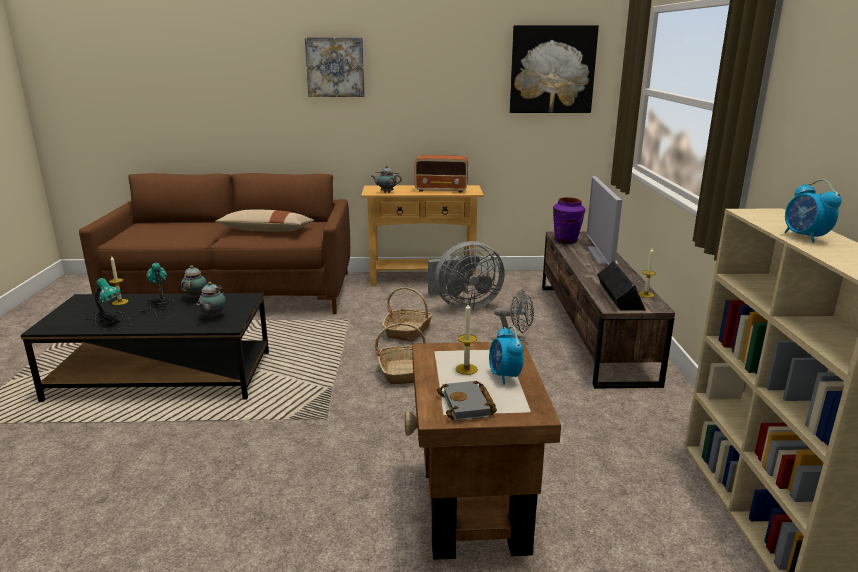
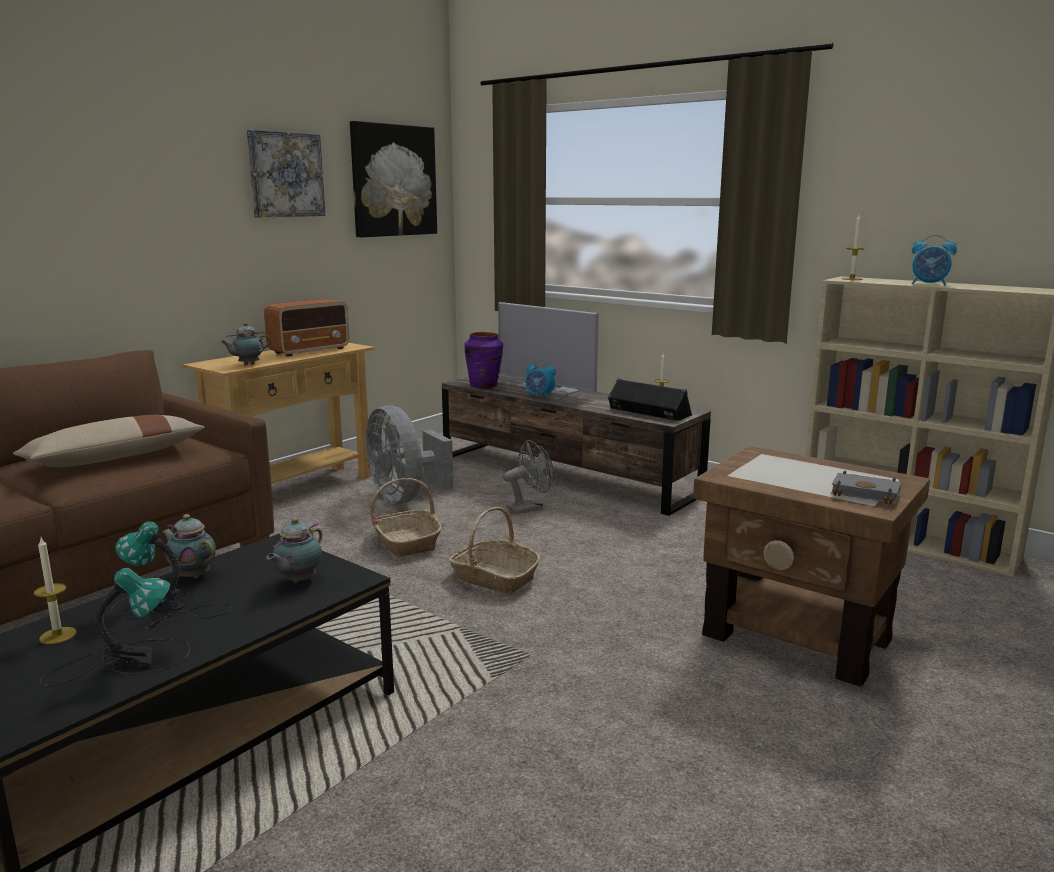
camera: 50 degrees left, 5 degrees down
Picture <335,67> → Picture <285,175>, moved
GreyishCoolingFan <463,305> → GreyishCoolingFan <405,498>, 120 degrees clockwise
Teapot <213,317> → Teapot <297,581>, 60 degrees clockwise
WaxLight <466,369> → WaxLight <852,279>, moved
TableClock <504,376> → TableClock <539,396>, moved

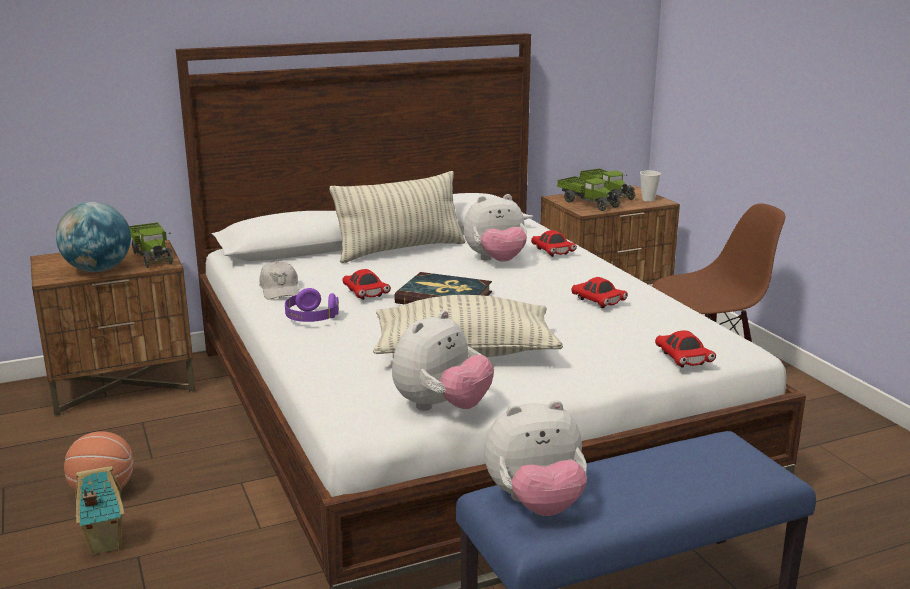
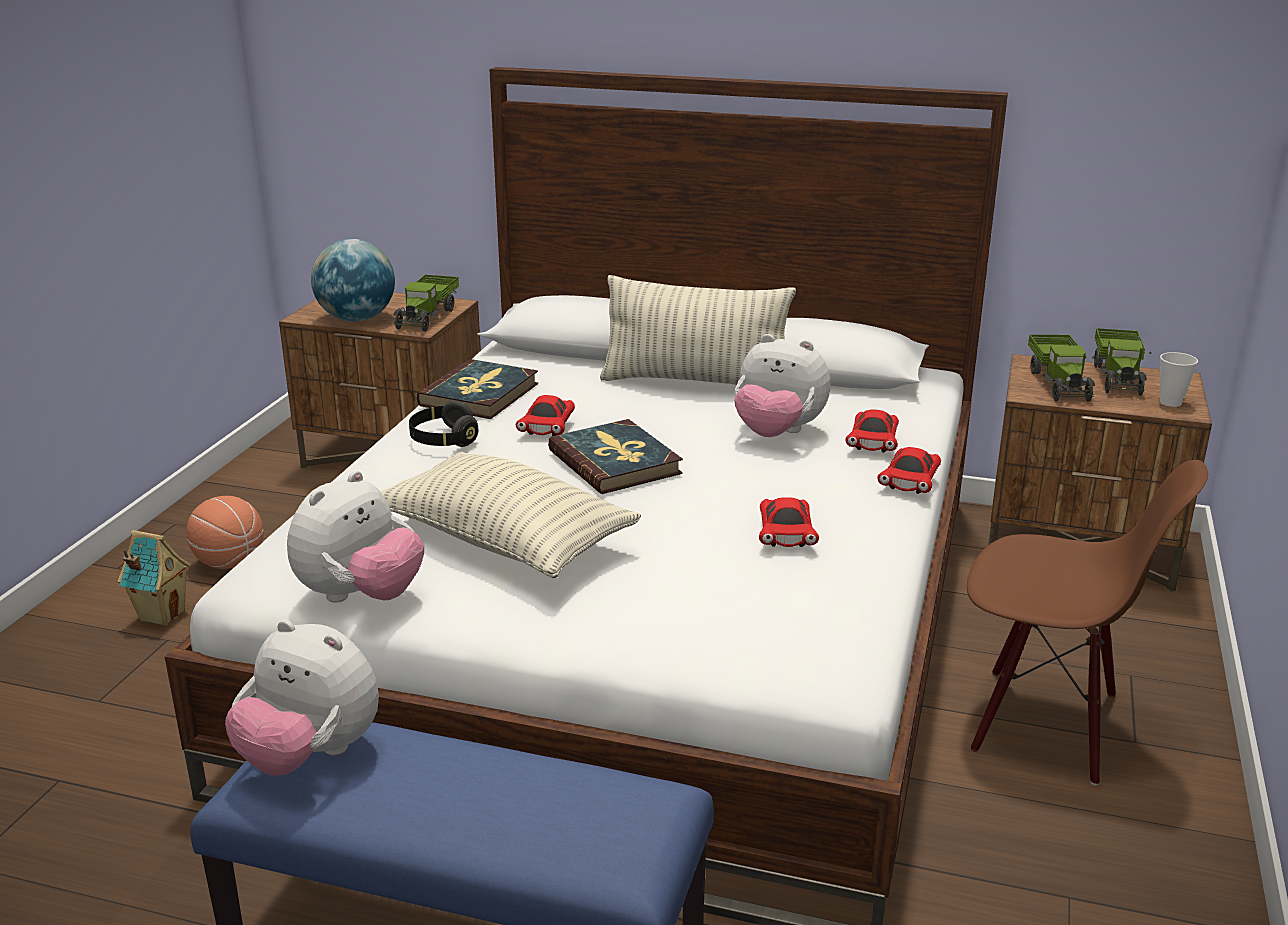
camera: 40 degrees right, 5 degrees up
WhitishBaseballCap <280,290> → Volume <480,394>
PurpleColouredHeadset <311,318> → BlackishHeadset <443,440>
CuddlyToy <441,407> → CuddlyToy <360,596>, 45 degrees counterclockwise
ReddishModelCar <682,359> → ReddishModelCar <910,483>, moved

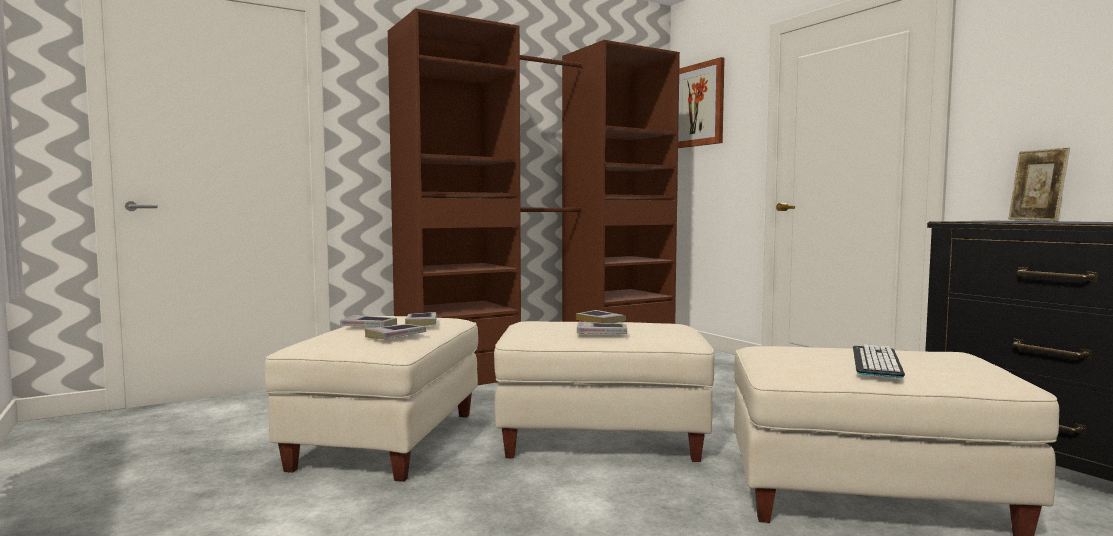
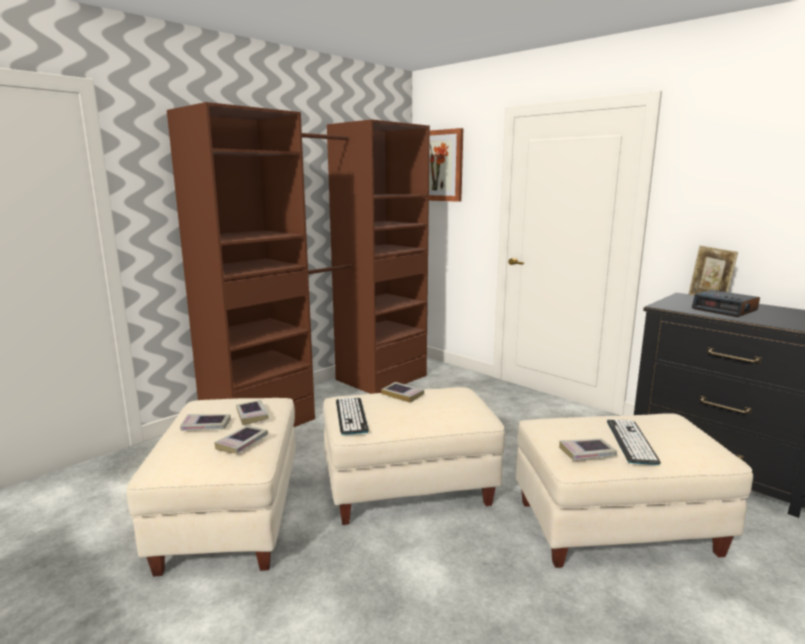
camera: 15 degrees left, 10 degrees up
Volume <601,333> → Volume <587,453>, moved
- → TableClock <725,310>
- → ComputerKeyboard <351,416>

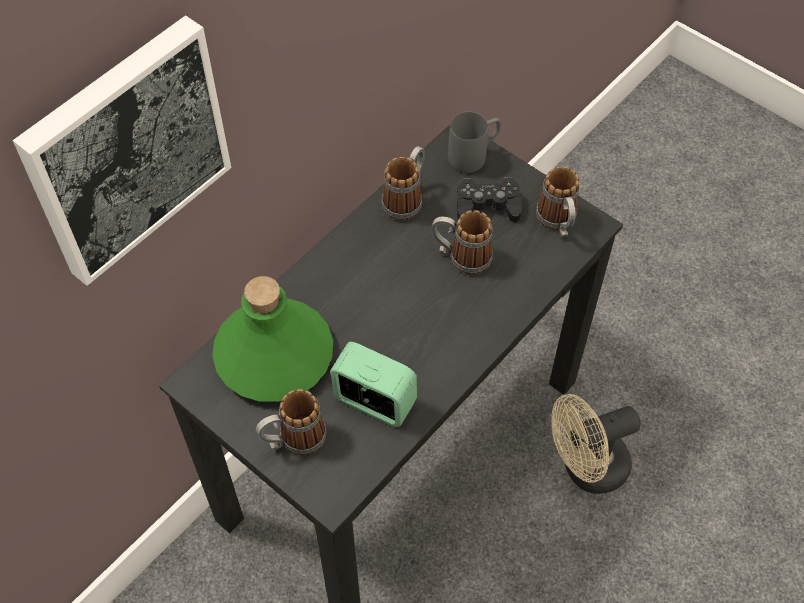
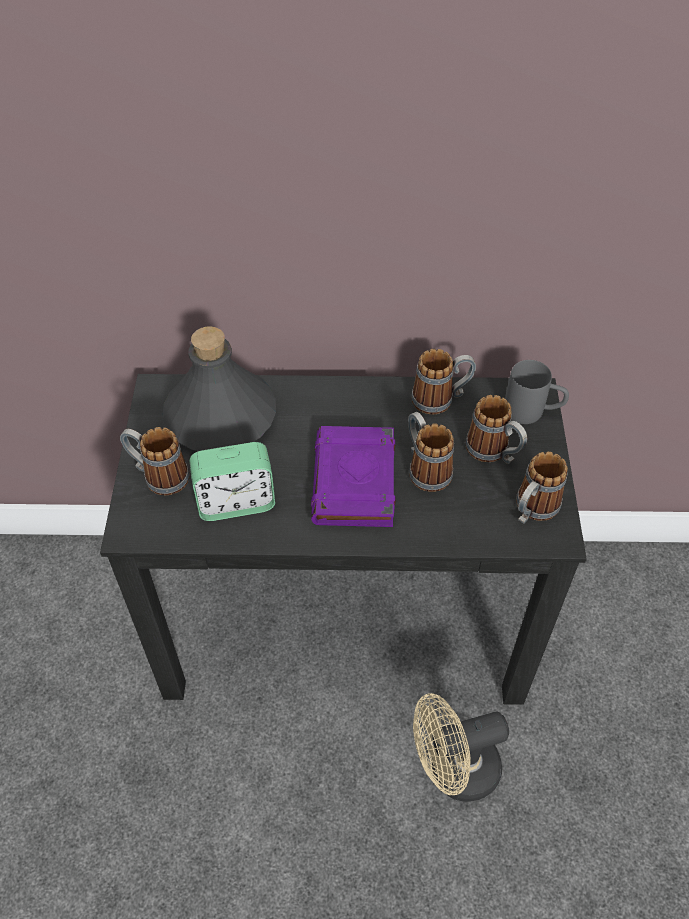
camera: 50 degrees right, 5 degrees down
Picture <126,149> → -
BlackishJoypad <487,206> → TeaMug <493,452>
GreenishDrinkBottle <274,355> → GreyishDrinkBottle <220,417>
TableClock <374,402> → TableClock <236,502>, 90 degrees clockwise
BeigeCoolingFan <586,468> → BeigeCoolingFan <453,771>, 45 degrees counterclockwise
- → PurpleColouredVolume <355,482>

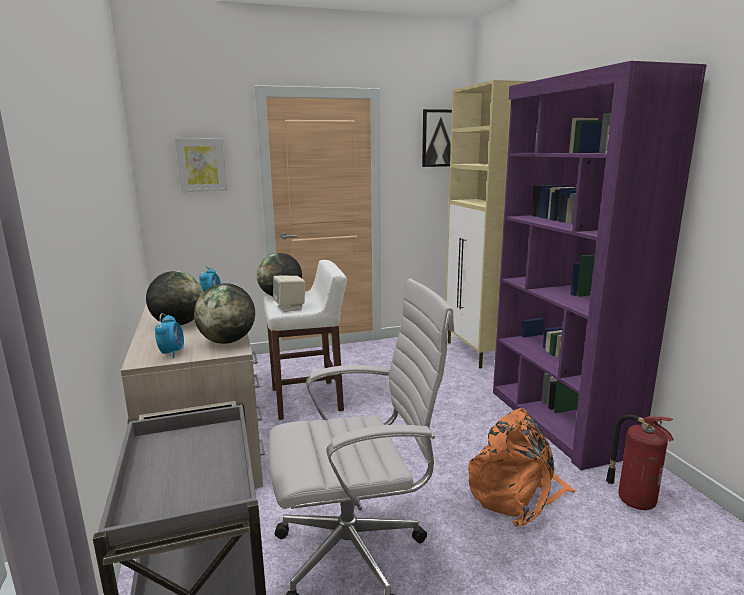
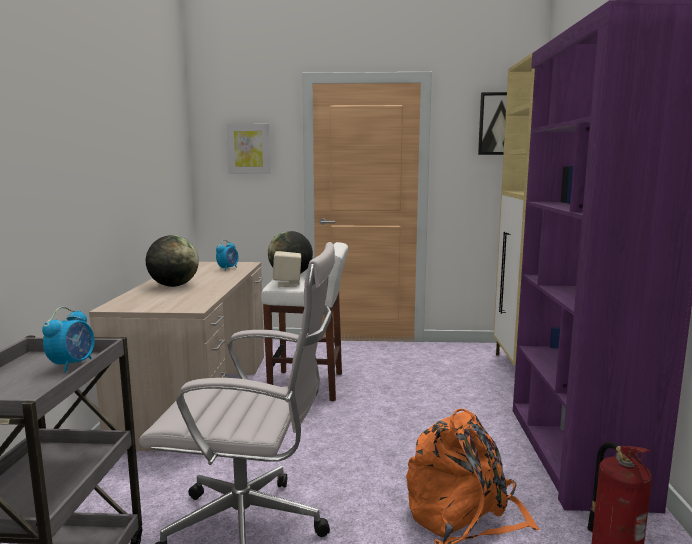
camera: 20 degrees right, 5 degrees down
Globe <227,341> → -
TableClock <172,353> → TableClock <73,364>, moved

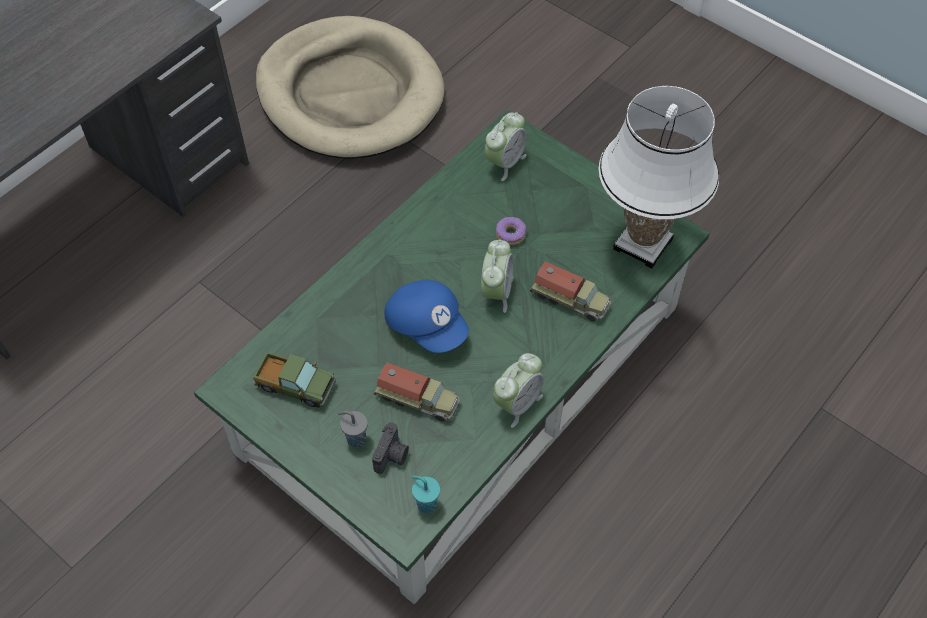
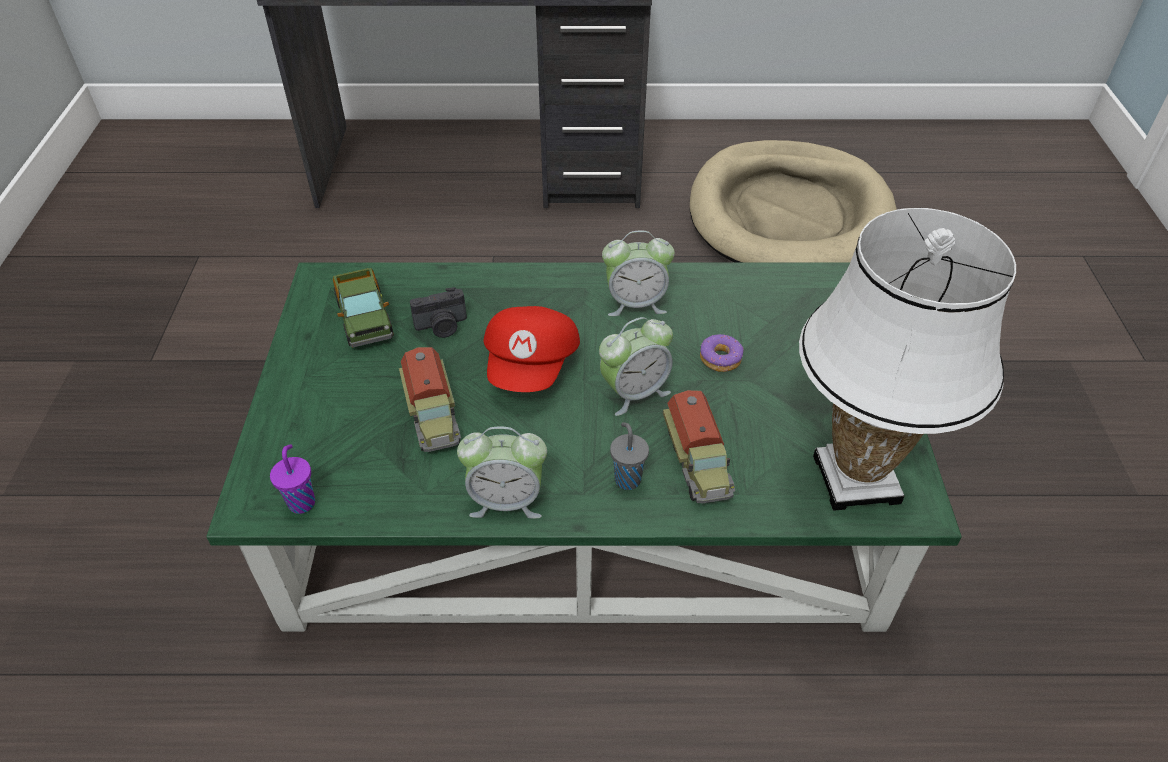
camera: 50 degrees right, 10 degrees down
TableClock <505,162> → TableClock <635,303>, moved
BlueColouredBaseballCap <427,325> → ReddishBaseballCap <532,366>
GreyishCup <355,439> → GreyishCup <627,478>, moved
PhotoCamera <392,456> → PhotoCamera <442,327>, moved
TurquoiseColouredCup <425,504> → PurpleColouredCup <302,501>

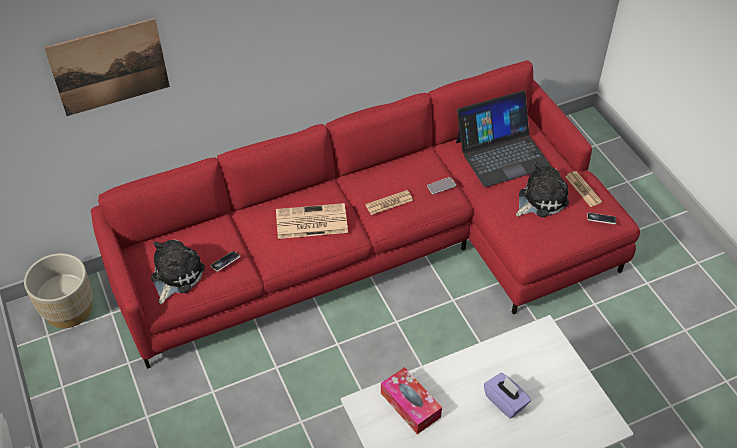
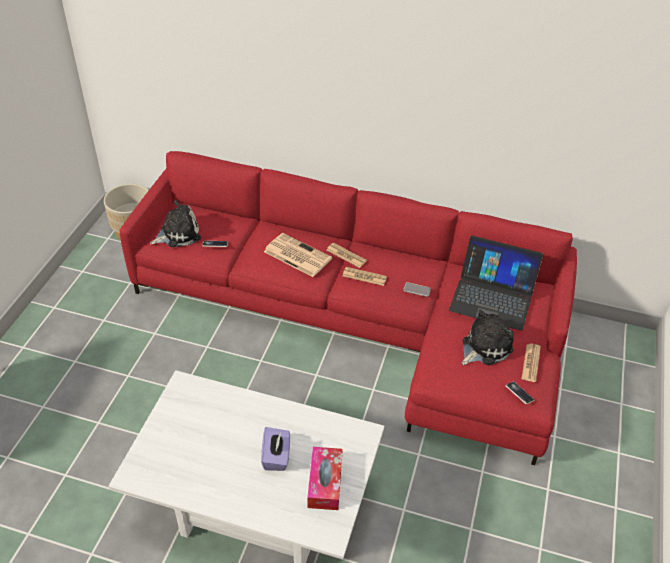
camera: 40 degrees right, 5 degrees down
Picture <109,67> → -
CuddlyToy <540,200> → CuddlyToy <484,347>, 45 degrees counterclockwise
BoxOfTissues <410,405> → BoxOfTissues <325,483>, moved
- → Newspaper <346,255>

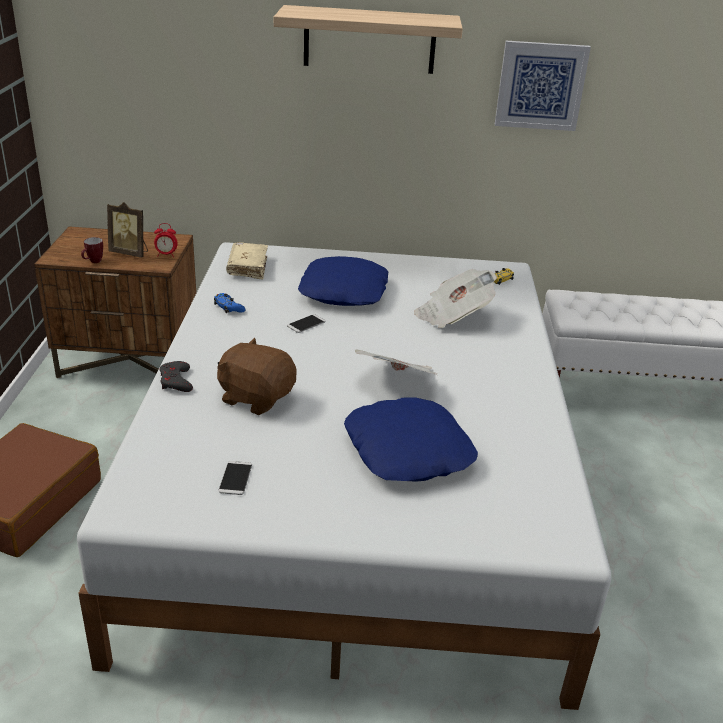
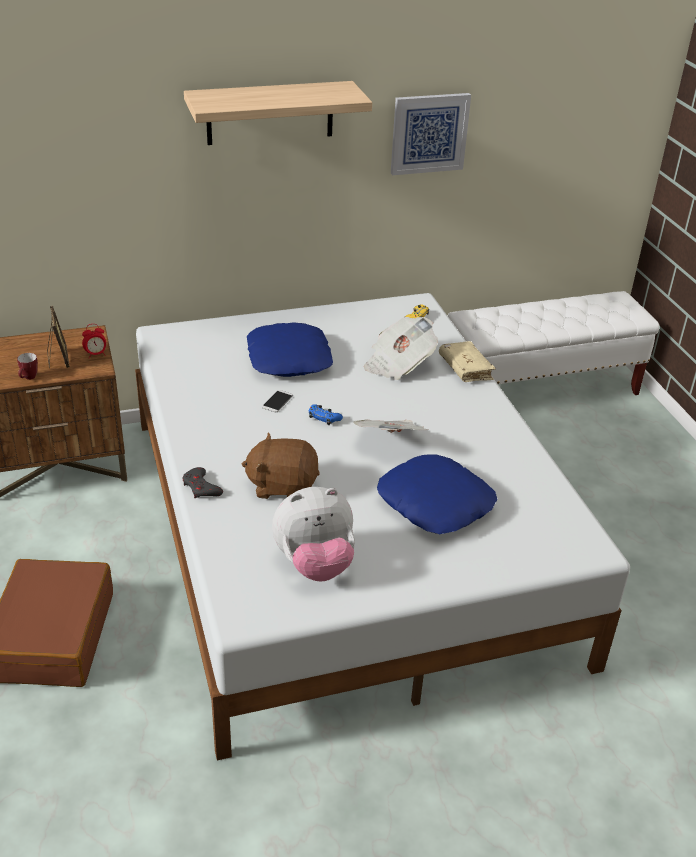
camera: 20 degrees left, 5 degrees up
PictureFrame <130,253> → PictureFrame <58,360>, 105 degrees counterclockwise
BeigeVolume <247,267> → BeigeVolume <465,368>, moved
BlueColouredJoypad <229,307> → BlueColouredJoypad <324,418>, moved
Handset <235,478> → CuddlyToy <315,564>

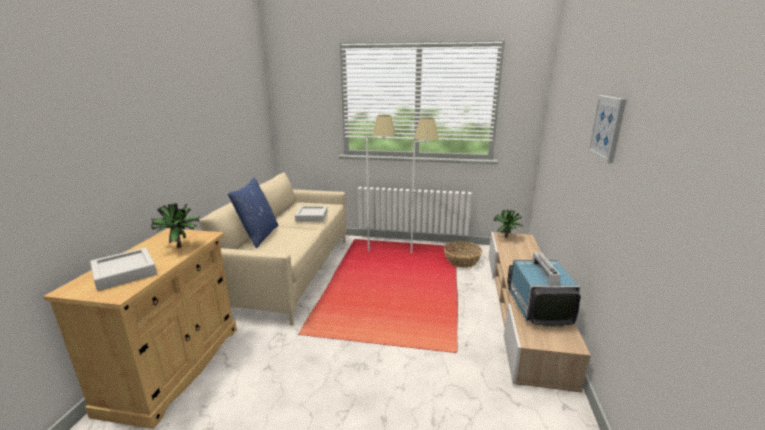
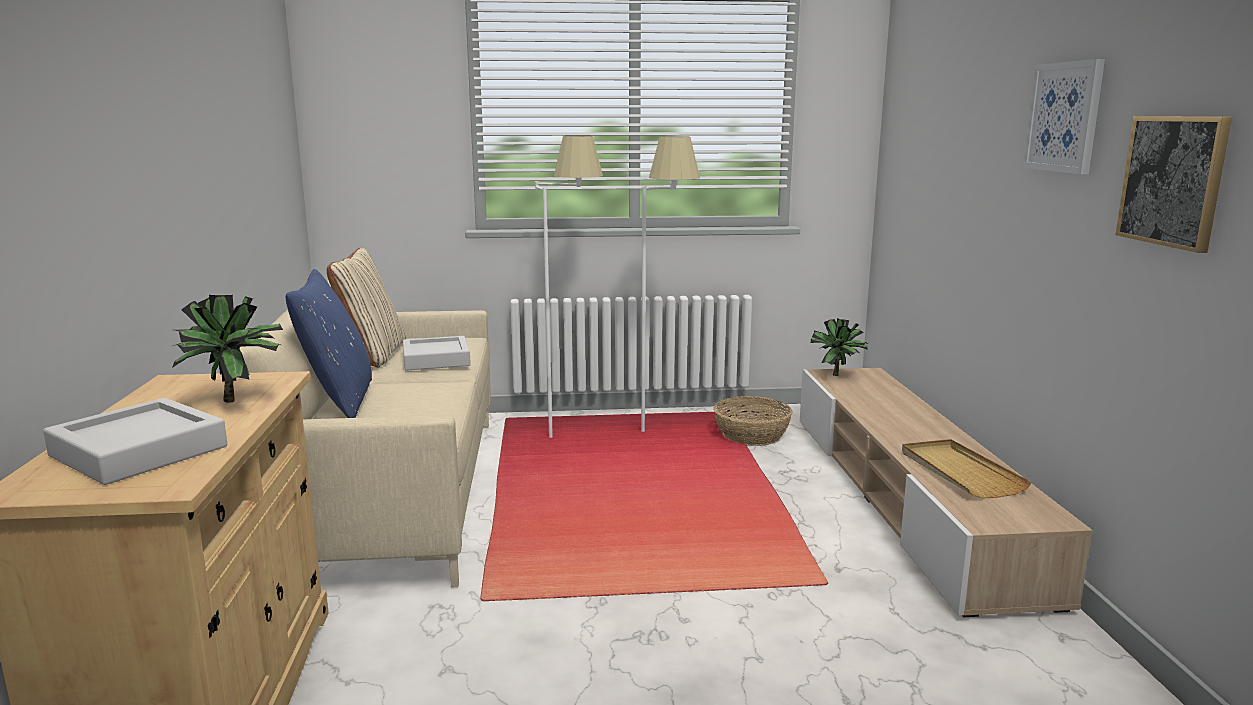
camera: 15 degrees left, 5 degrees down
TvSet <537,306> → BeigeServingTray <959,472>
- → Picture <1172,181>
- → BeigeCushion <372,354>

